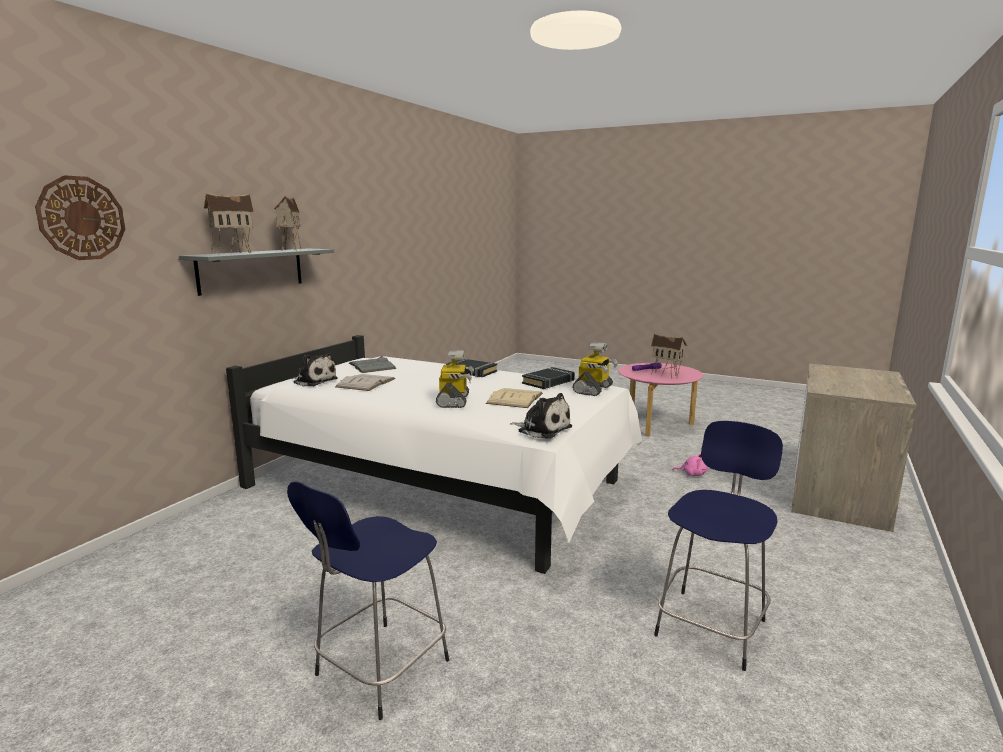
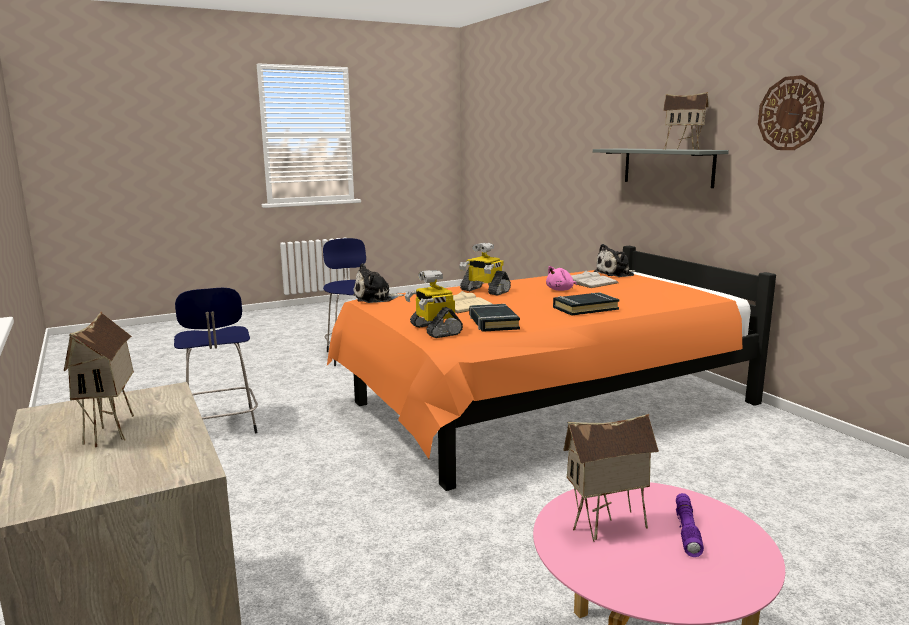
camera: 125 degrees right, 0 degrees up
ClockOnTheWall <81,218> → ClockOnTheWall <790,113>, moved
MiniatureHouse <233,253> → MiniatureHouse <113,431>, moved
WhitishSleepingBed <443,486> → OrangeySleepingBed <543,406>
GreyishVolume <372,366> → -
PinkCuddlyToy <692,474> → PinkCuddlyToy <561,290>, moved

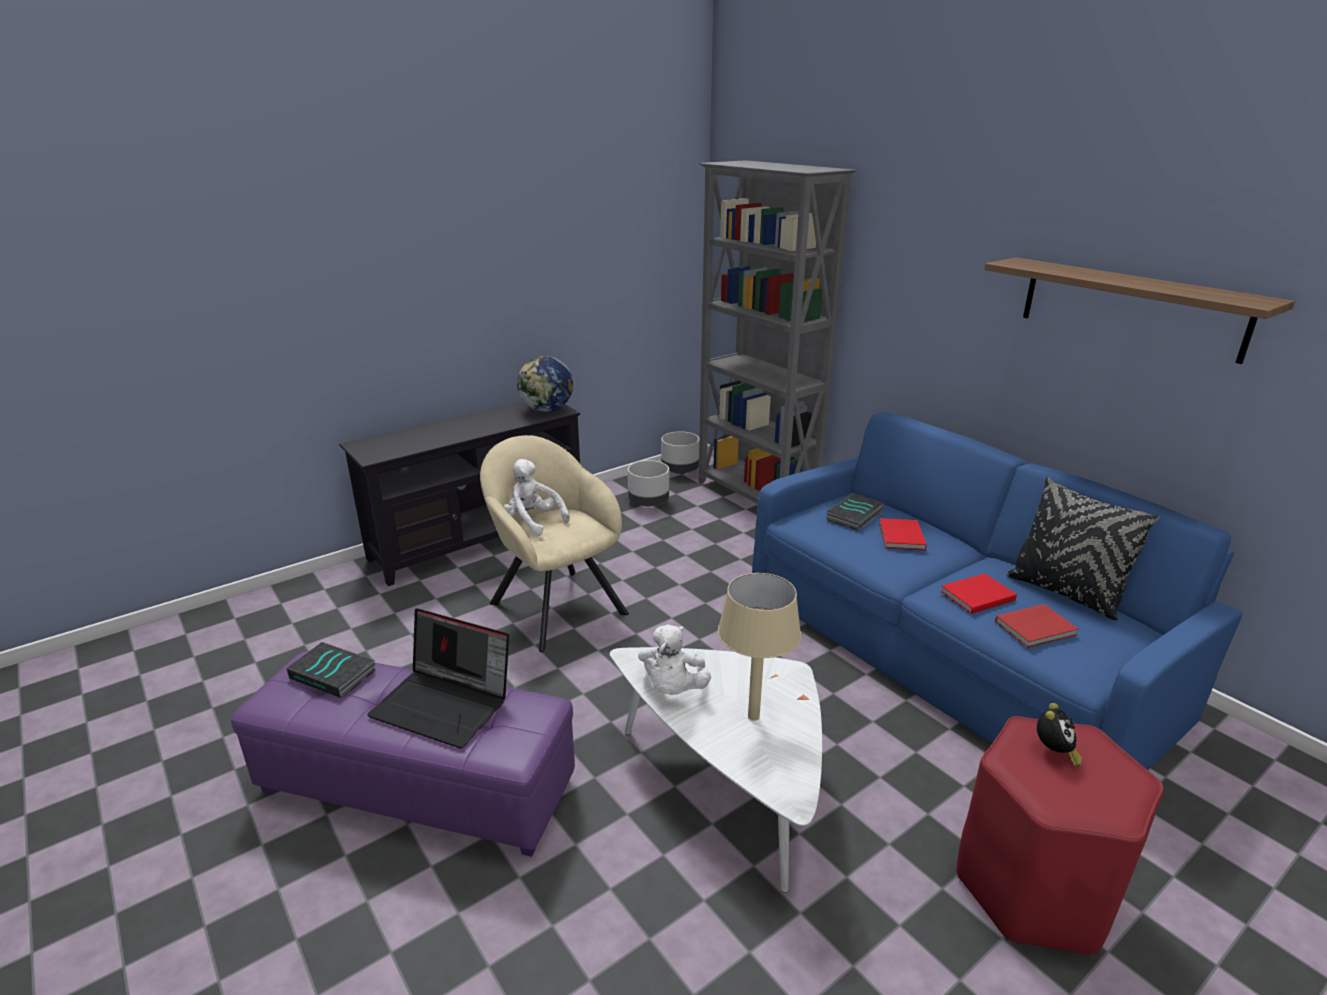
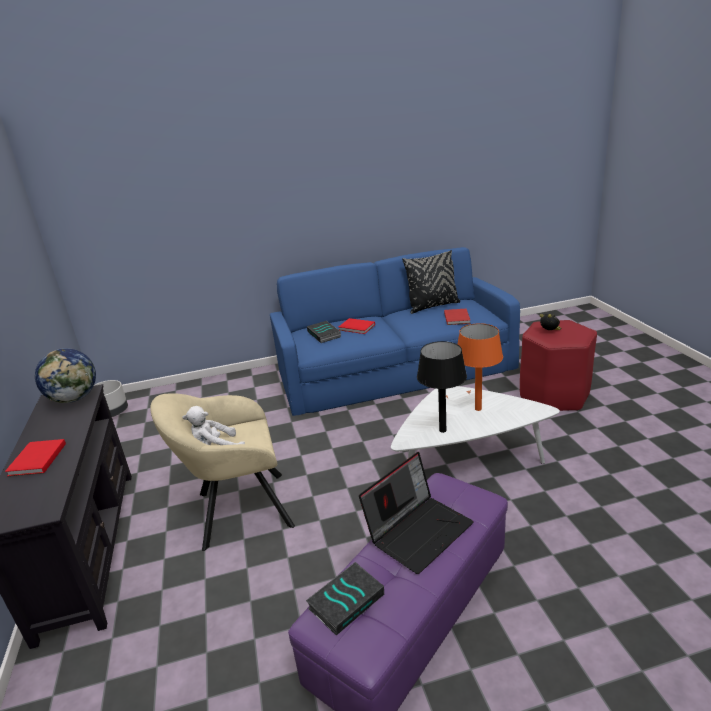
camera: 65 degrees left, 0 degrees up
GreyishBookshelf <755,497> → -
BracketShelf <1130,307> → -
GreyishPlantPot <648,502> → -
BeigeTableLamp <753,716> → OrangeyTableLamp <477,408>
ReddishVolume <975,596> → ReddishVolume <36,460>, moved
WhitishCuddlyToy <673,688> → BlackishTableLamp <442,430>

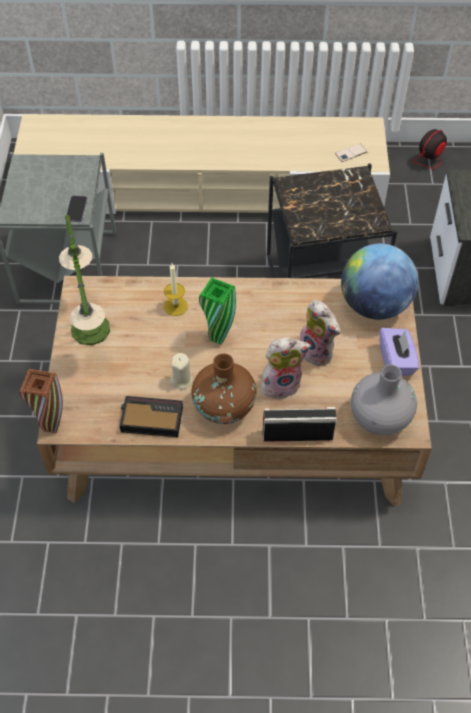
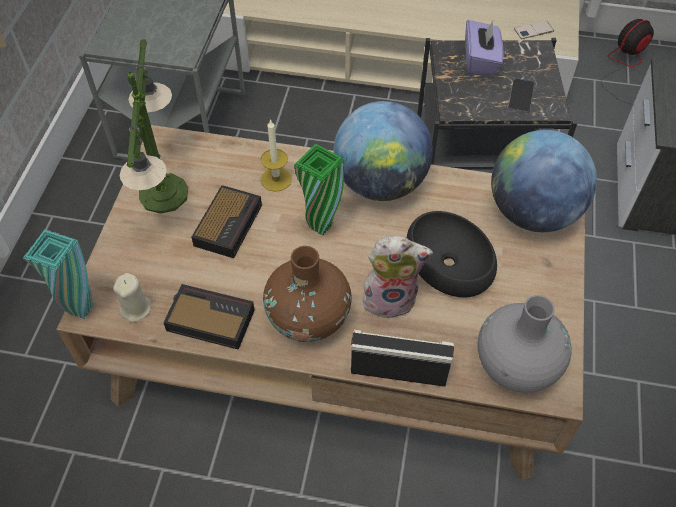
camera: 10 degrees right, 0 degrees up
Handset <76,210> → Handset <521,97>, moved
CuddlyToy <318,352> → BlackishServingBowl <447,263>
PurpleColouredBoxOfTissues <396,361> → PurpleColouredBoxOfTissues <480,61>, moved
BeigeWaxLight <181,379> → BeigeWaxLight <136,308>, moved
BrownishFlowerVase <51,426> → TurquoiseColouredFlowerVase <81,309>
- → Globe <380,183>
- → TableClock <229,224>

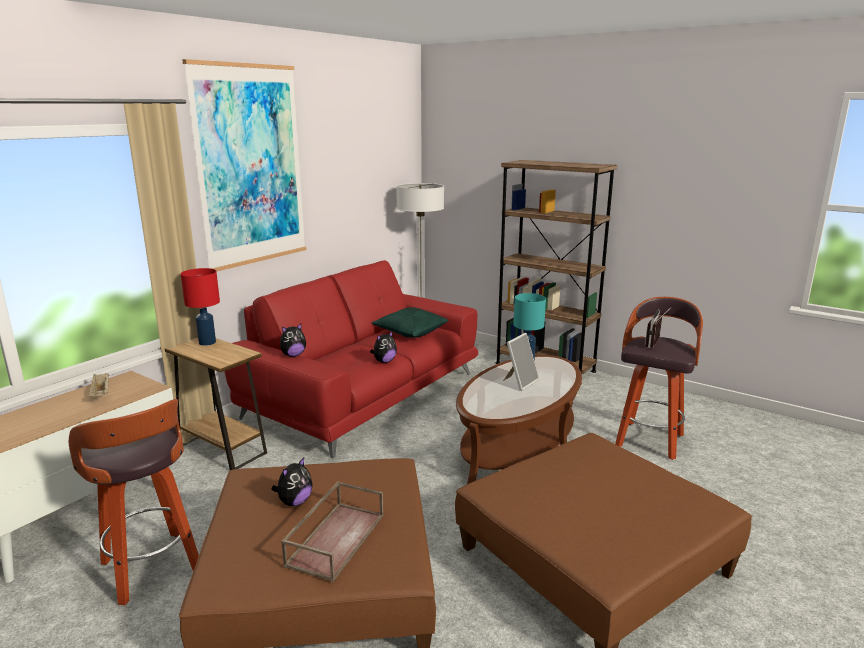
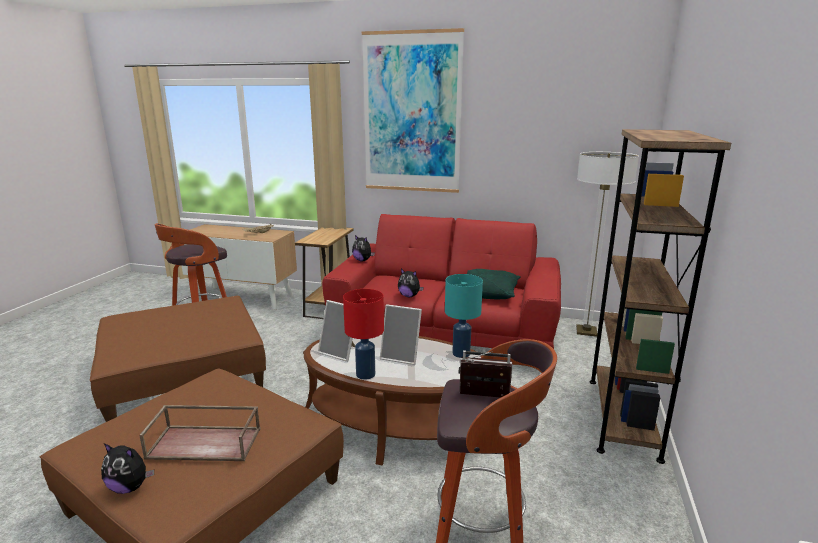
camera: 70 degrees right, 0 degrees up
ReddishTableLamp <208,342> → ReddishTableLamp <366,374>, moved
CuddlyToy <294,502> → CuddlyToy <130,487>, moved
BrownishServingTray <335,538> → BrownishServingTray <206,442>, moved
- → PictureFrame <340,352>

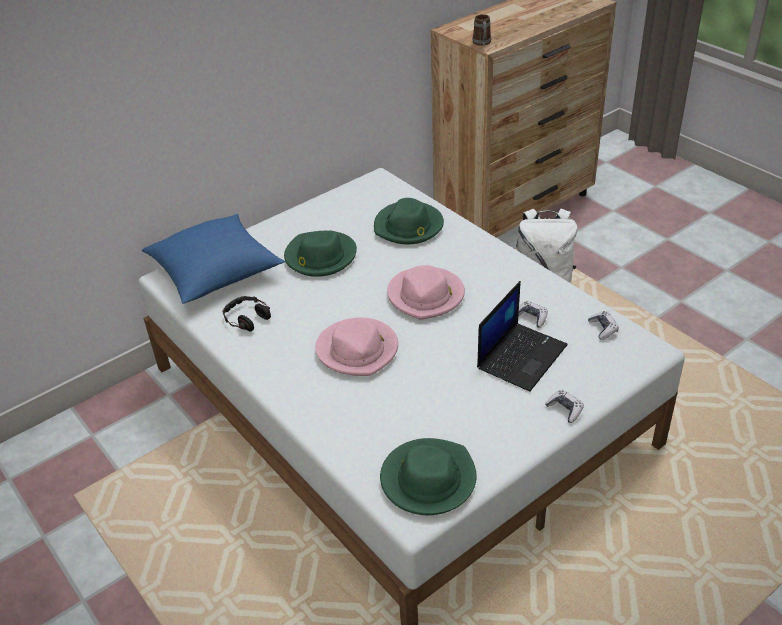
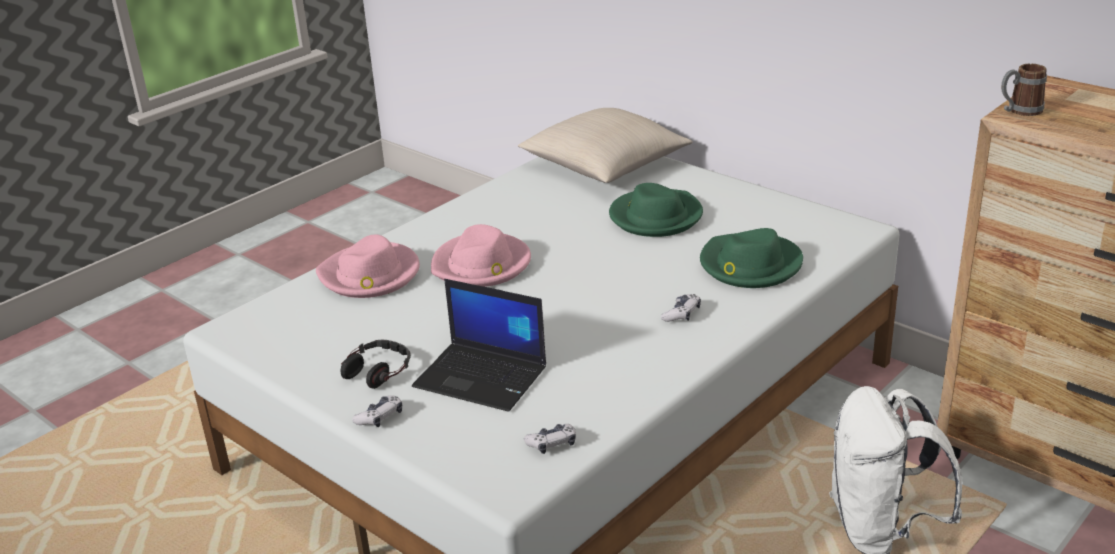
camera: 80 degrees right, 10 degrees down
BlueColouredCushion <215,272> → BeigeCushion <605,165>
PinkClothingHat <426,296> → PinkClothingHat <370,275>, moved
Headset <247,318> → Headset <377,370>, moved
Joypad <531,317> → Joypad <681,314>, moved
GreenishClothingHat <428,479> → -

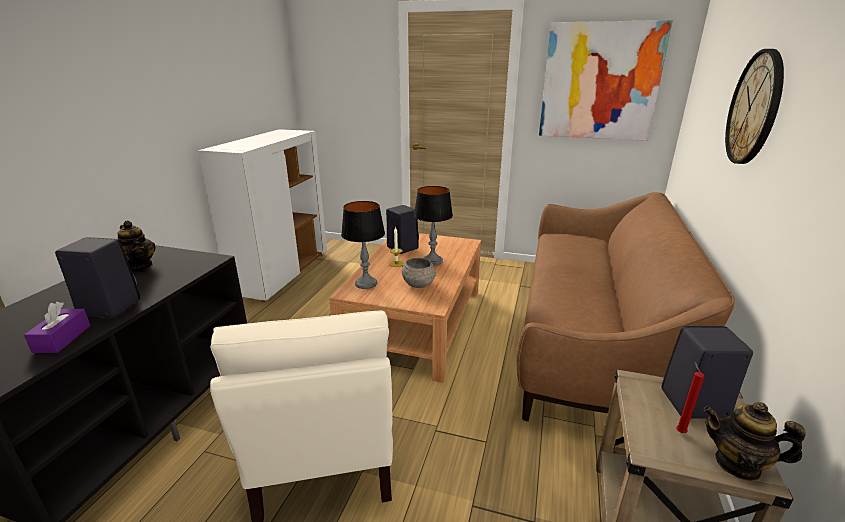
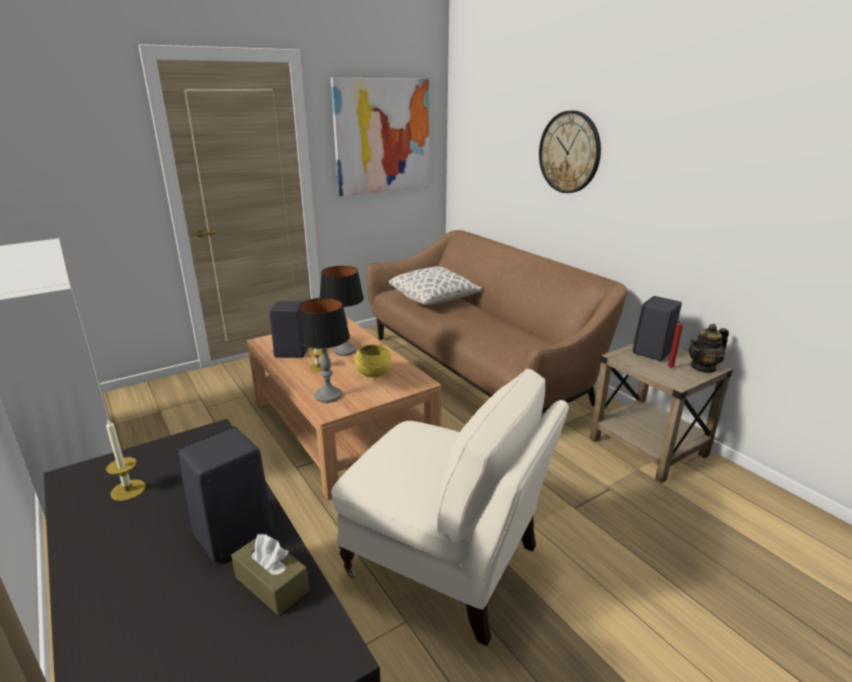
camera: 50 degrees left, 0 degrees up
Teapot <140,266> → WaxLight <128,490>
GreyishServingBowl <418,284> → YellowColouredServingBowl <373,373>
PurpleColouredBoxOfTissues <62,338> → BrownishBoxOfTissues <272,583>
- → Cushion <434,299>

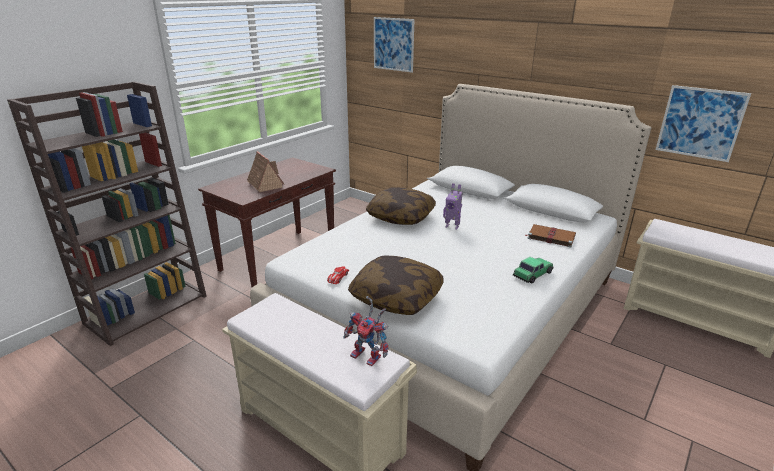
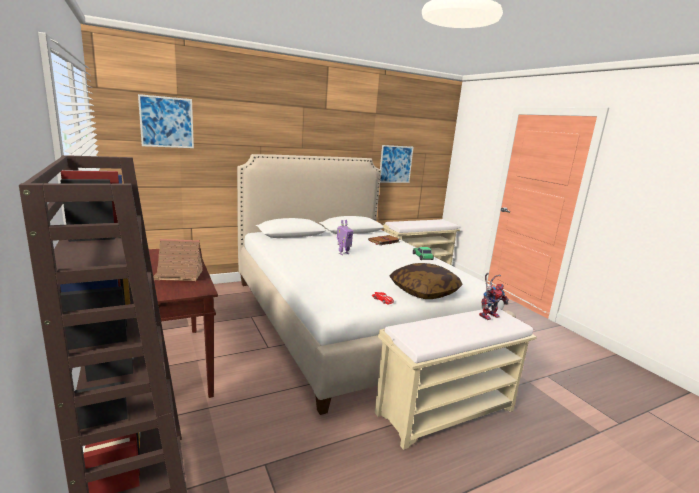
camera: 65 degrees left, 10 degrees down
Cushion <401,217> → -

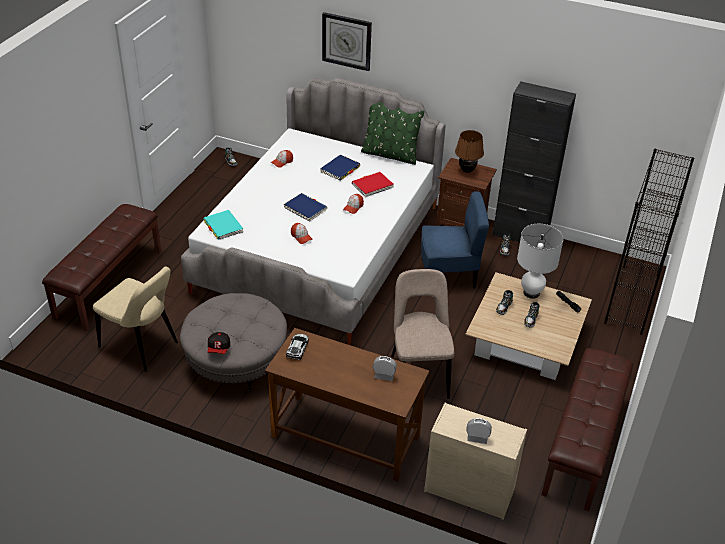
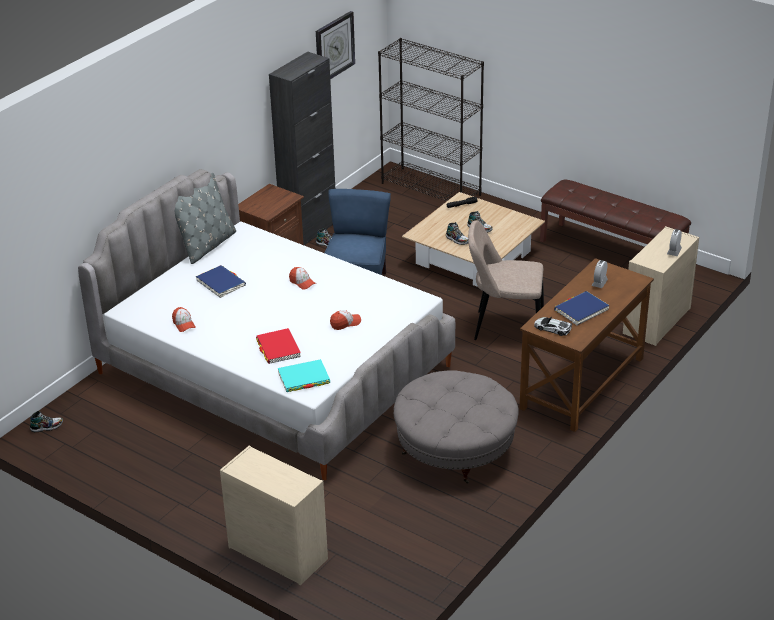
camera: 75 degrees left, 5 degrees down
ClockOnTheWall <346,41> → ClockOnTheWall <334,47>, moved
GreenishCushion <390,155> → GreyishCushion <207,245>
BrownishTableLamp <467,170> → -
ReddishVolume <372,186> → ReddishVolume <278,348>, moved
BlueColouredVolume <305,209> → BlueColouredVolume <581,310>, moved
BrownishLongSeat <108,282> → BeigeChestOfDrawers <276,552>
WhitishTableLamp <531,293> → -
BeigeChair <141,346> → -
BaseballCap <219,348> → -

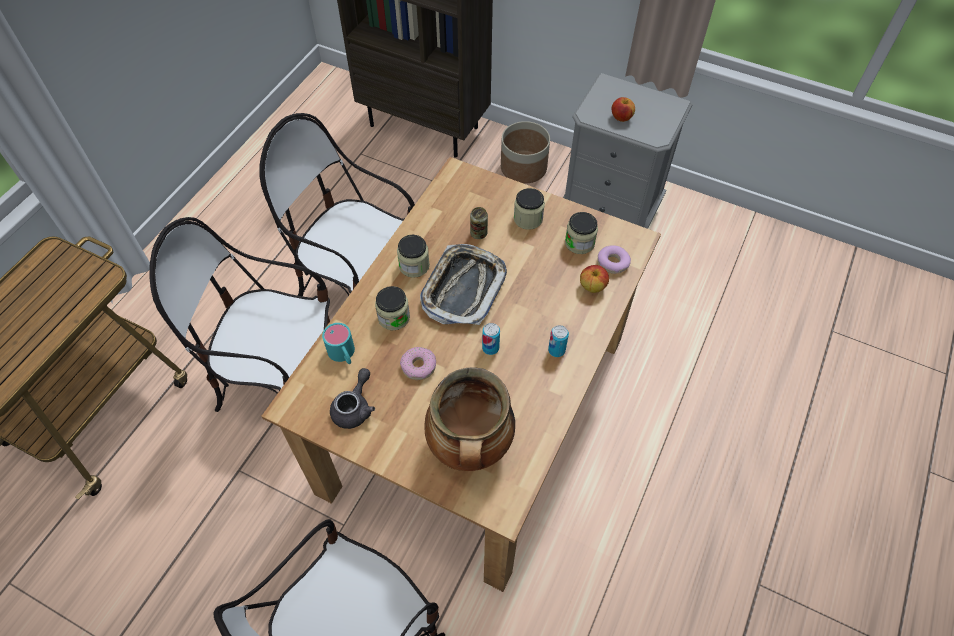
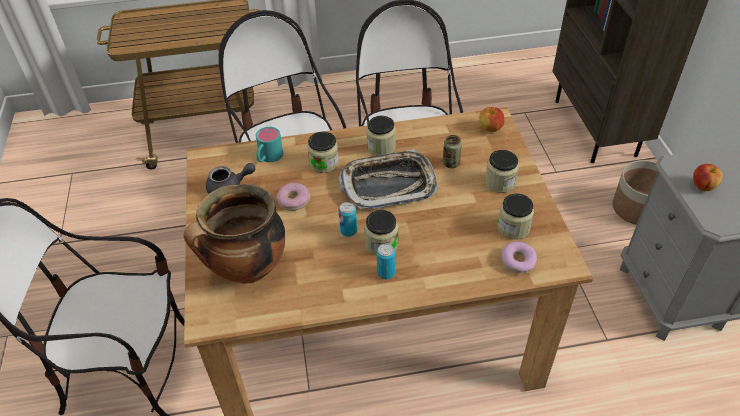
camera: 55 degrees right, 10 degrees down
WholeApple <592,286> → WholeApple <490,128>, moved
- → PreserveJar <381,244>

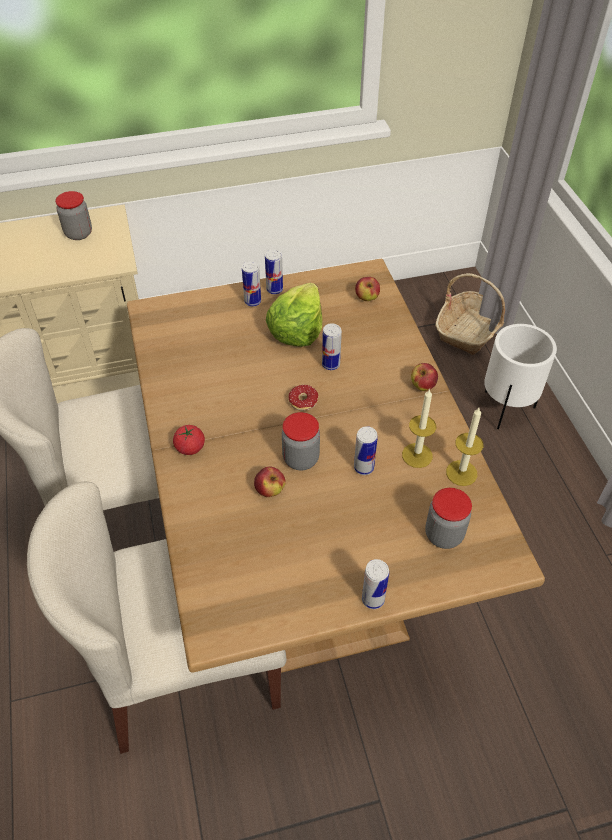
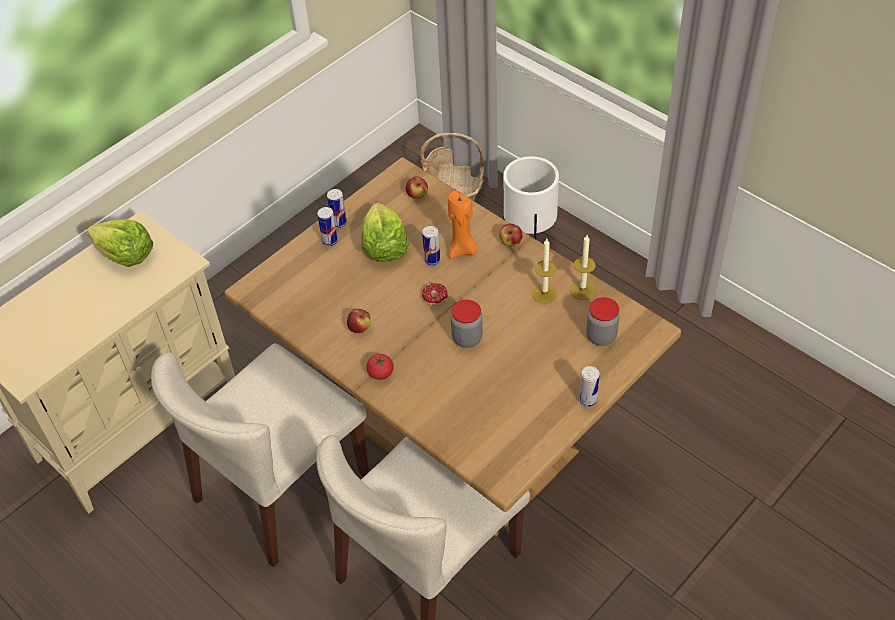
camera: 30 degrees left, 0 degrees up
PreserveJar <78,233> → HeadOfLettuce <125,255>
MetalCan <363,468> → -
WholeApple <270,490> → WholeApple <360,328>, moved
- → OrangeyWaxLight <462,250>

